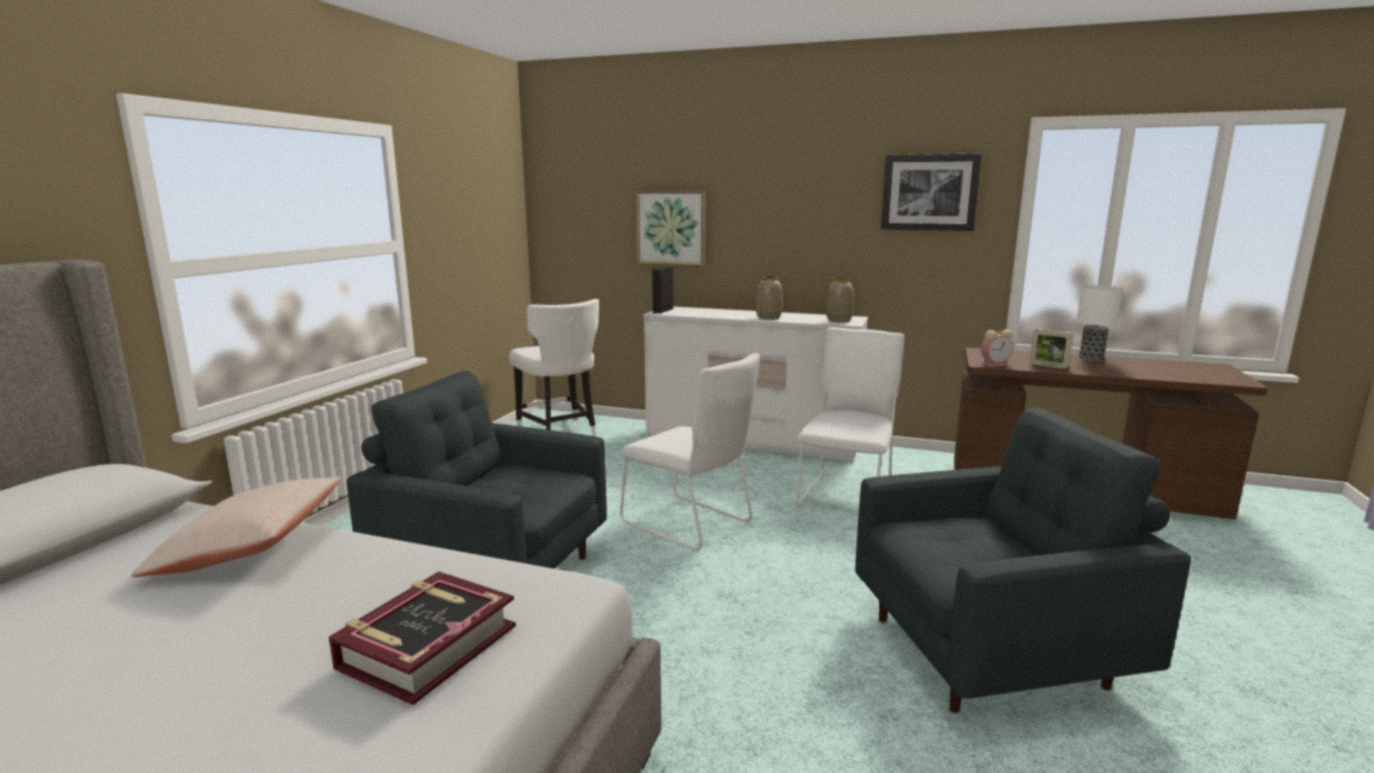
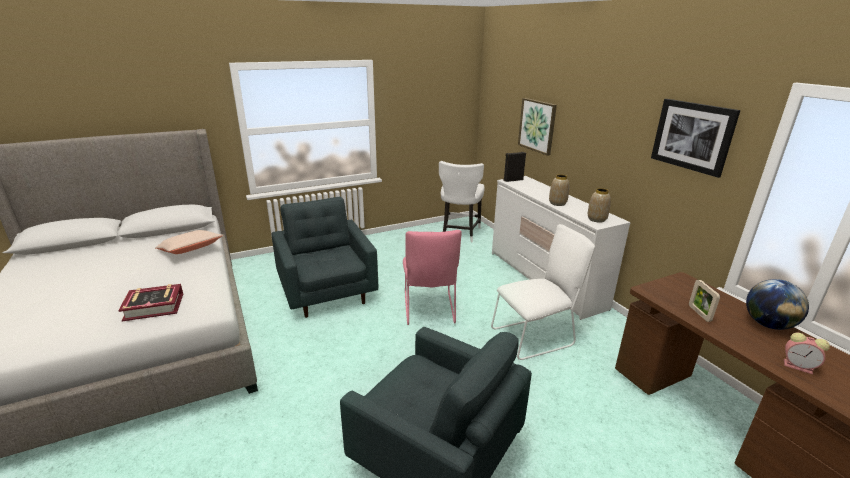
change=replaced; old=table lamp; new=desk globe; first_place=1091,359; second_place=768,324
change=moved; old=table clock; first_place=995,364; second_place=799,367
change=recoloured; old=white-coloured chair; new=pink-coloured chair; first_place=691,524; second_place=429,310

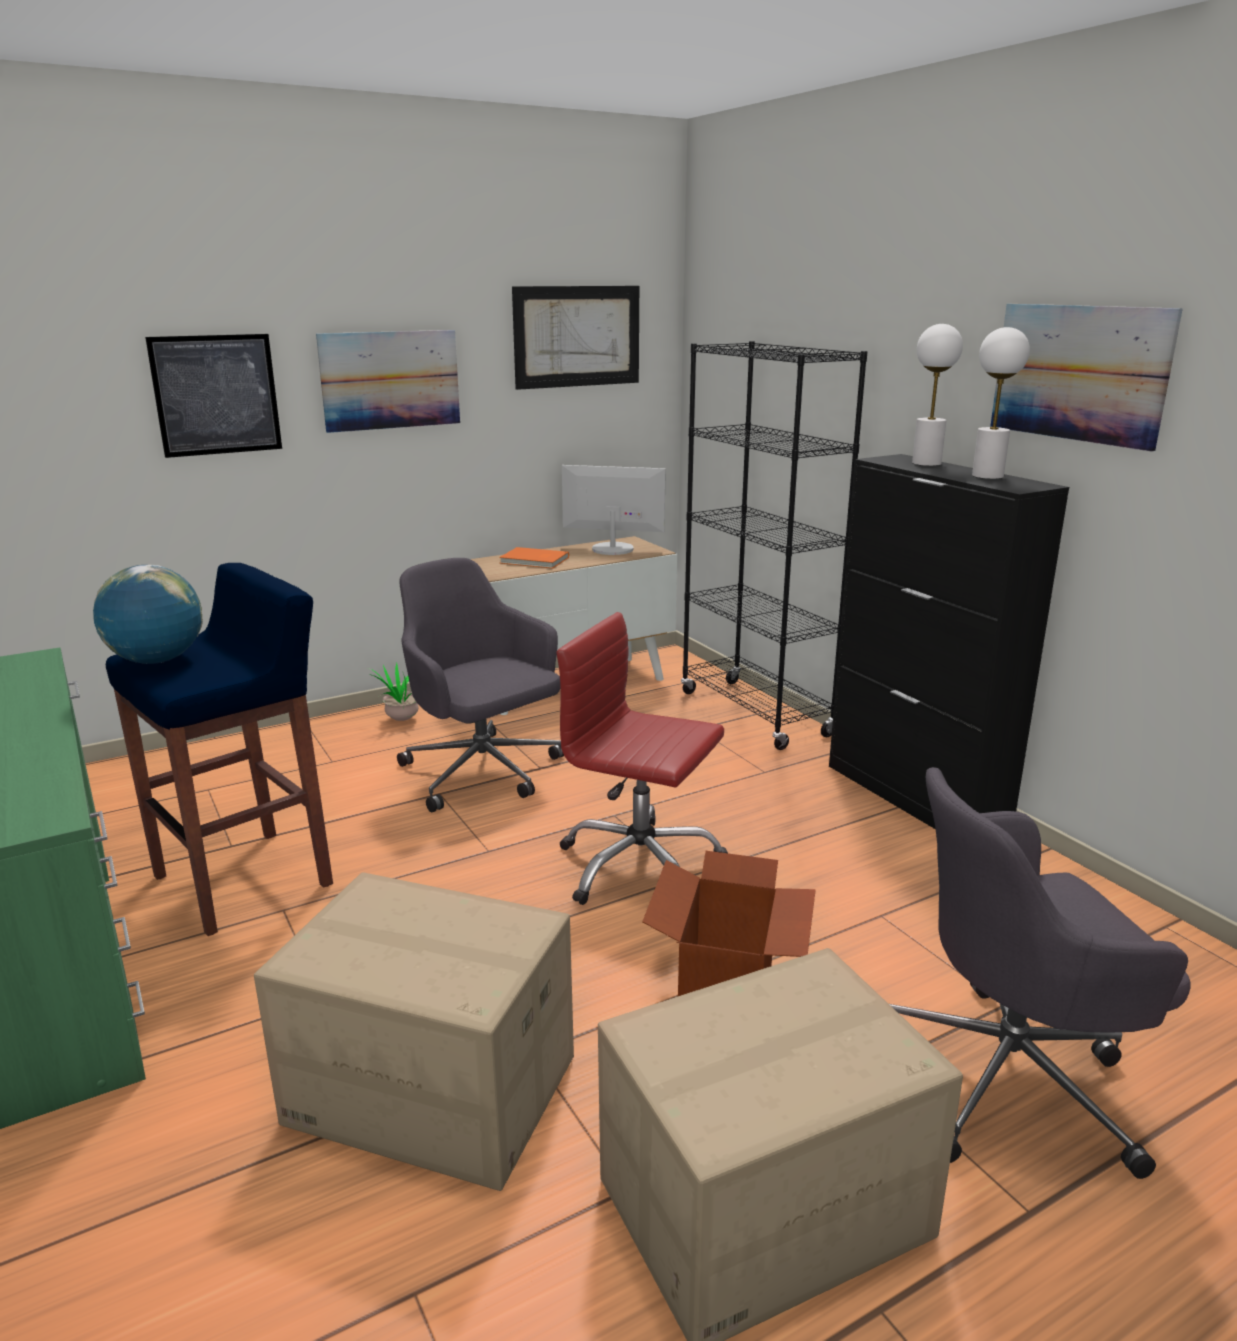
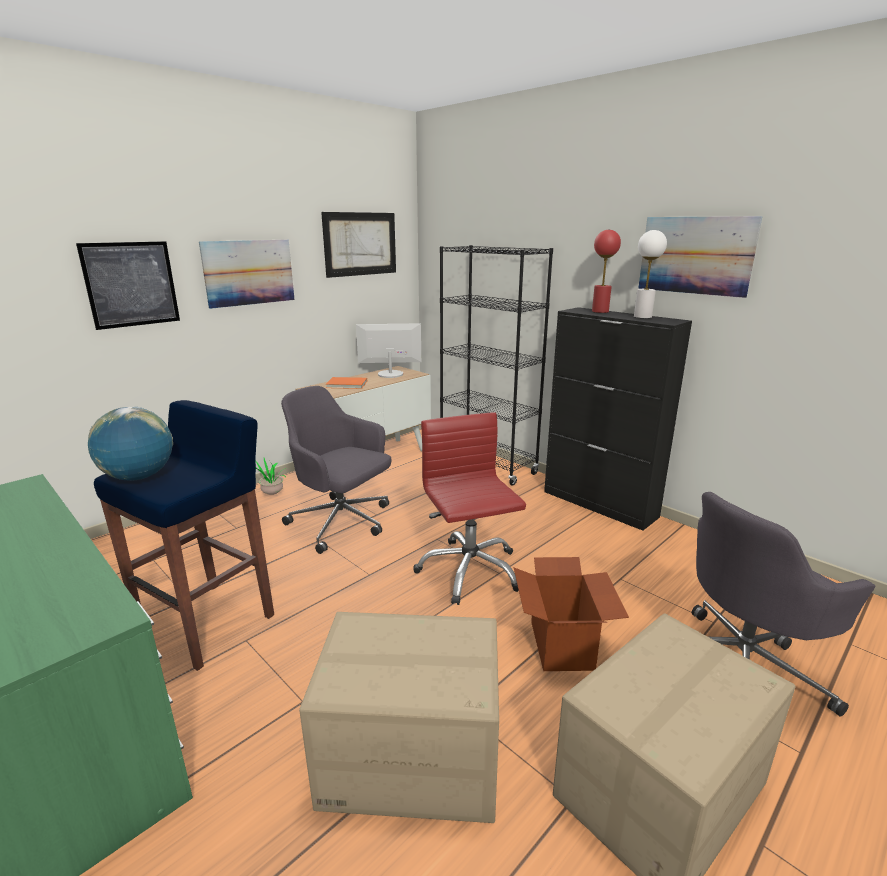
change=recoloured; old=white-coloured table lamp; new=red table lamp; first_place=926,463; second_place=600,311
change=turned; old=red office chair; first_place=639,867; second_place=469,570; degrees=60

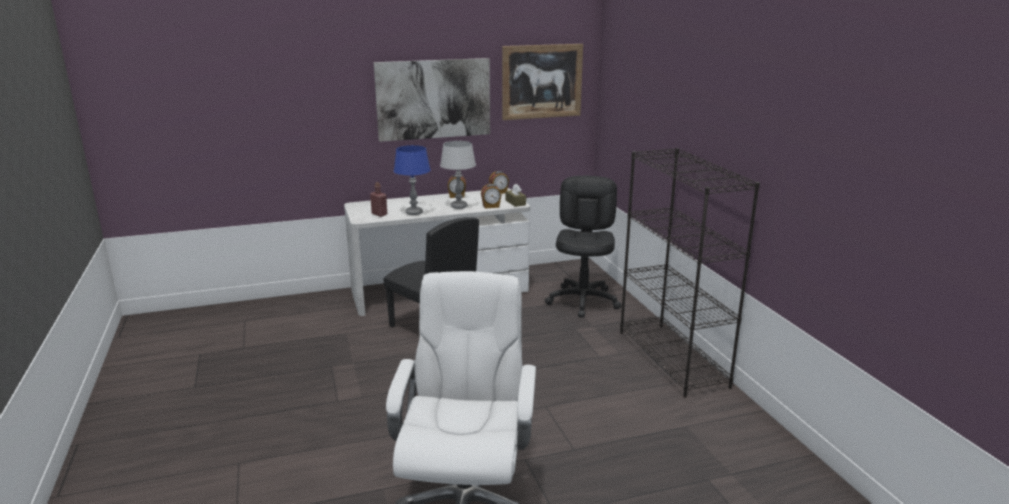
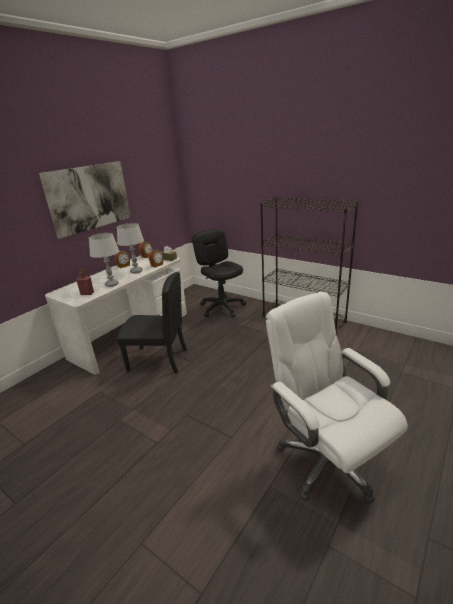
change=removed; old=wall art; first_place=542,81
change=recoloured; old=bluish table lamp; new=grey table lamp; first_place=414,213; second_place=112,284

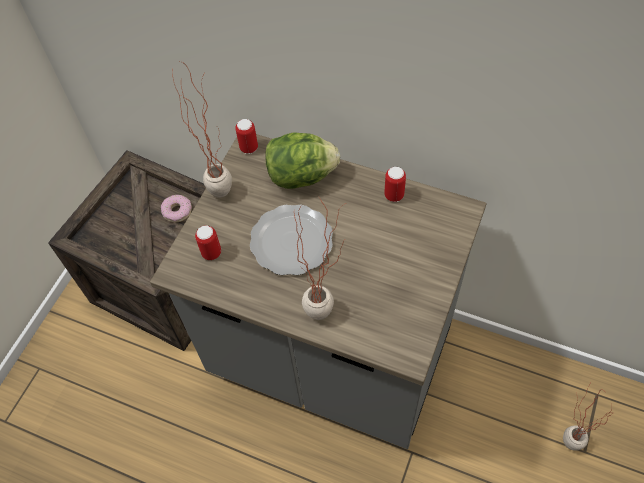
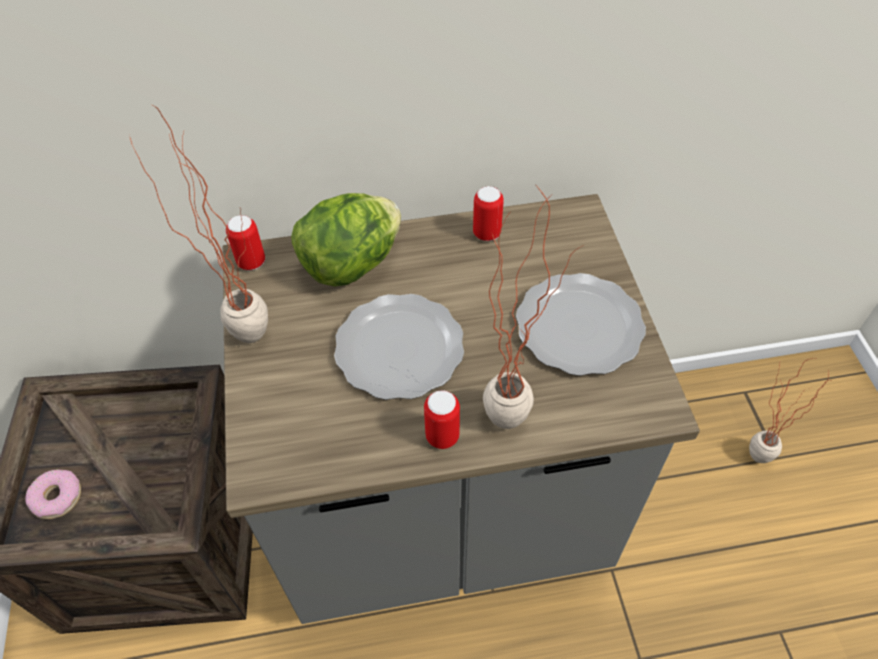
change=moved; old=donut; first_place=177,211; second_place=57,497
change=moved; old=sealed can; first_place=211,253; second_place=442,436
change=added; new=plate; second_place=578,328

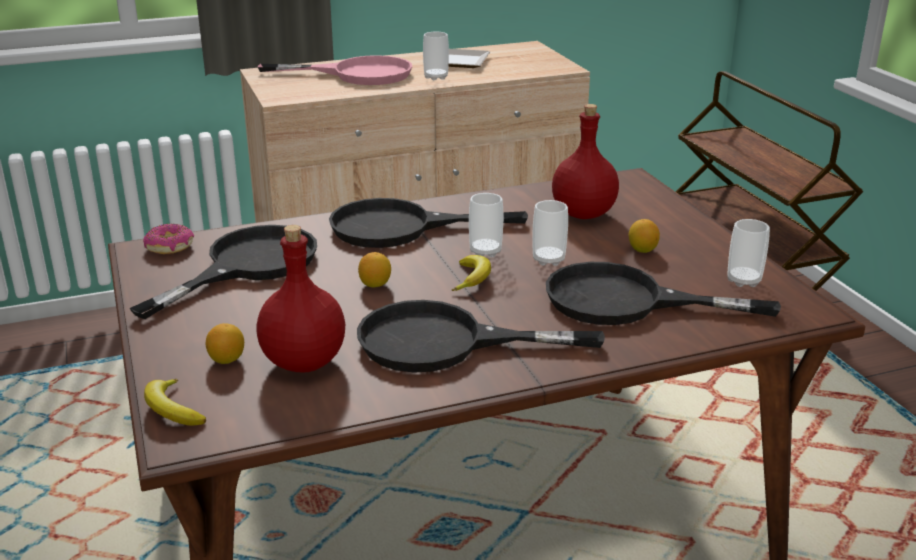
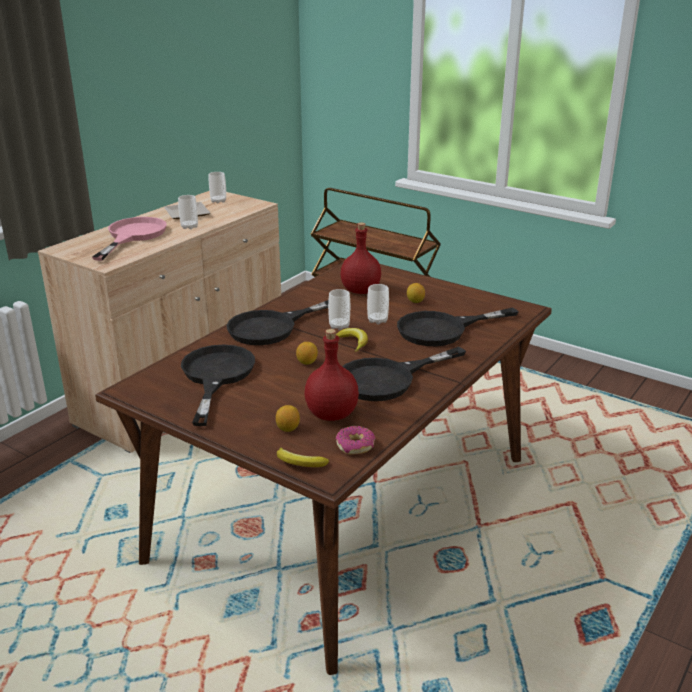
change=turned; old=pink-coloured frying pan; first_place=357,74; second_place=132,236; degrees=-45
change=moved; old=small cup; first_place=743,281; second_place=218,201
change=moved; old=donut; first_place=170,247; second_place=355,446

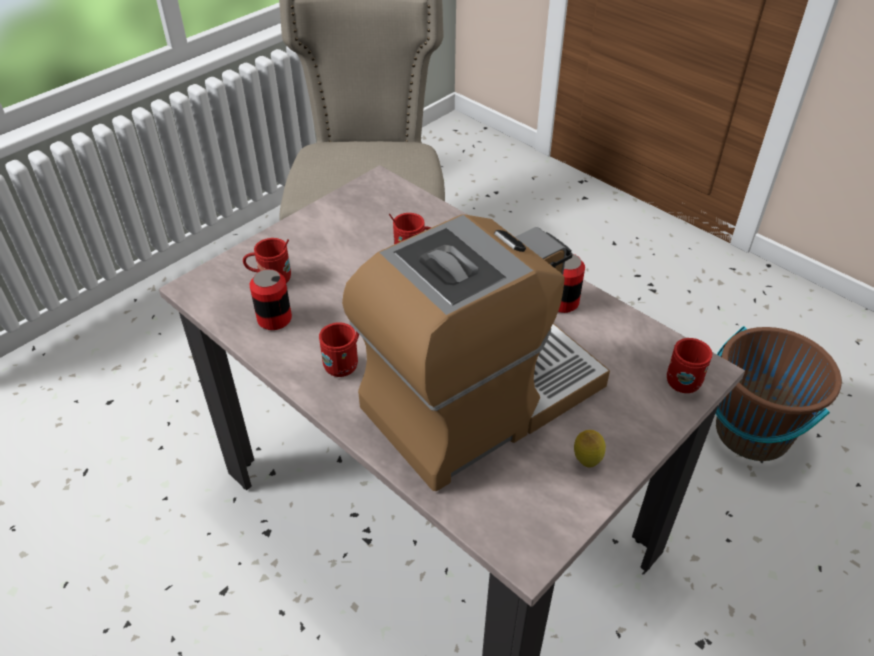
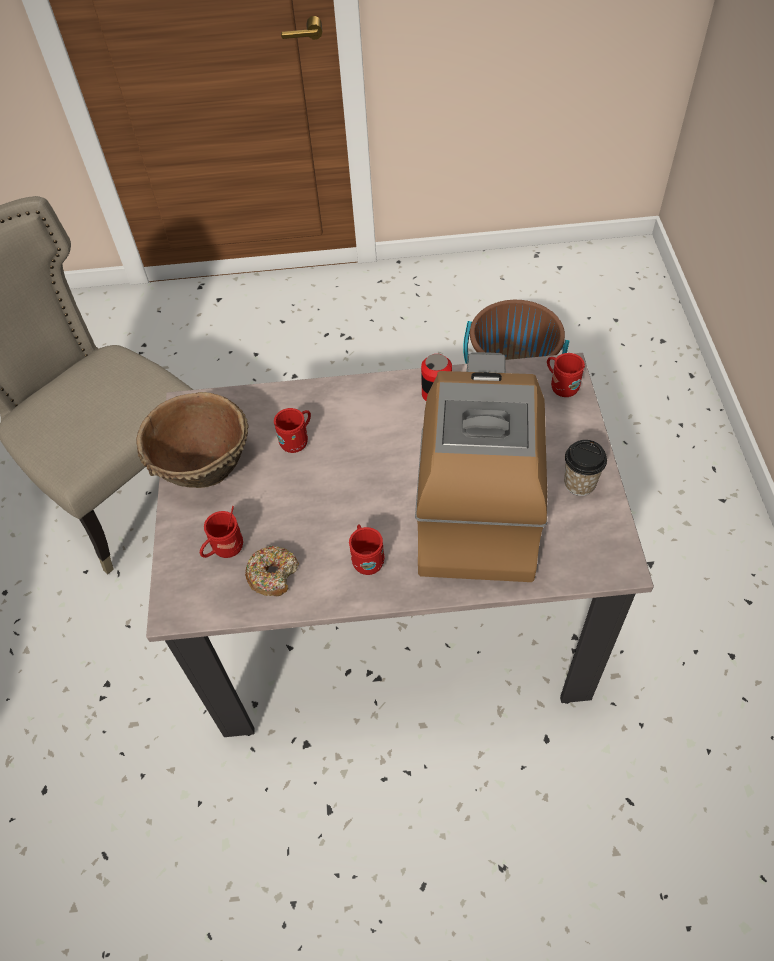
change=replaced; old=sealed can; new=donut; first_place=274,319; second_place=273,574
change=replaced; old=lemon; new=small cup; first_place=586,461; second_place=579,483
change=added; new=brown-coloured bowl; second_place=203,468

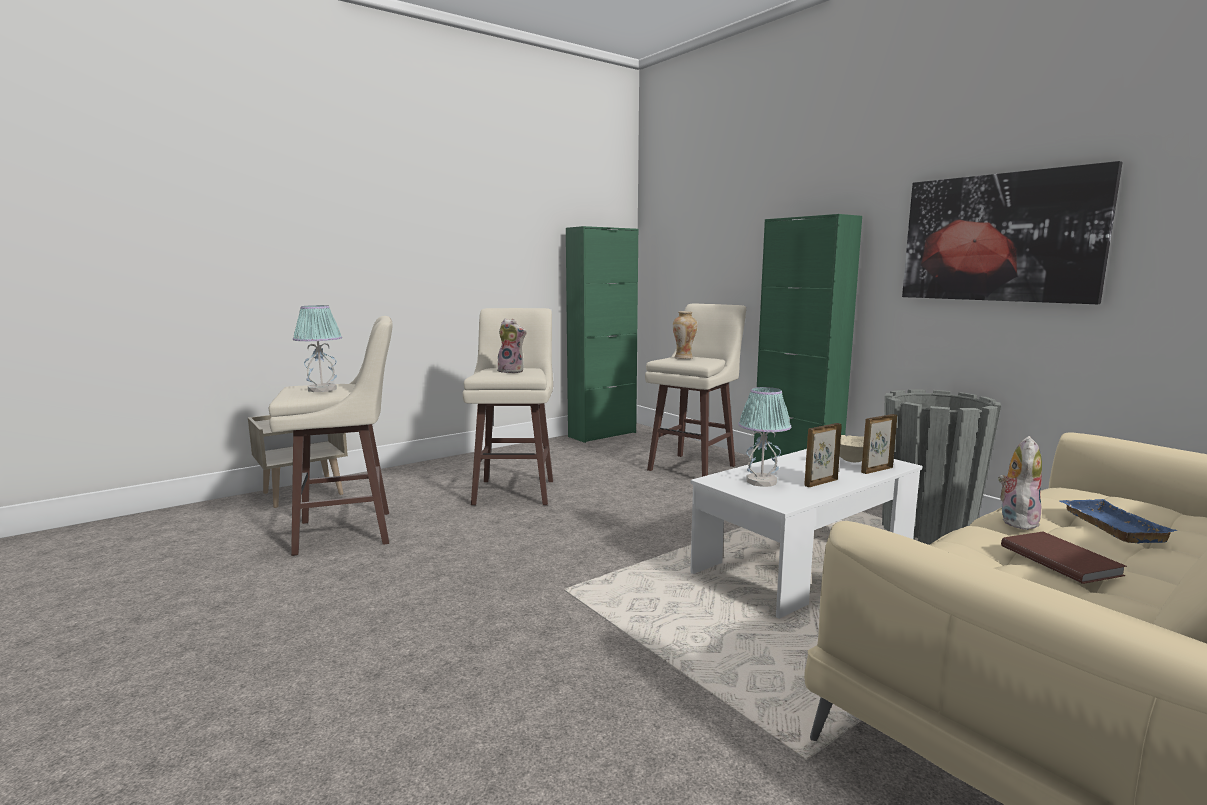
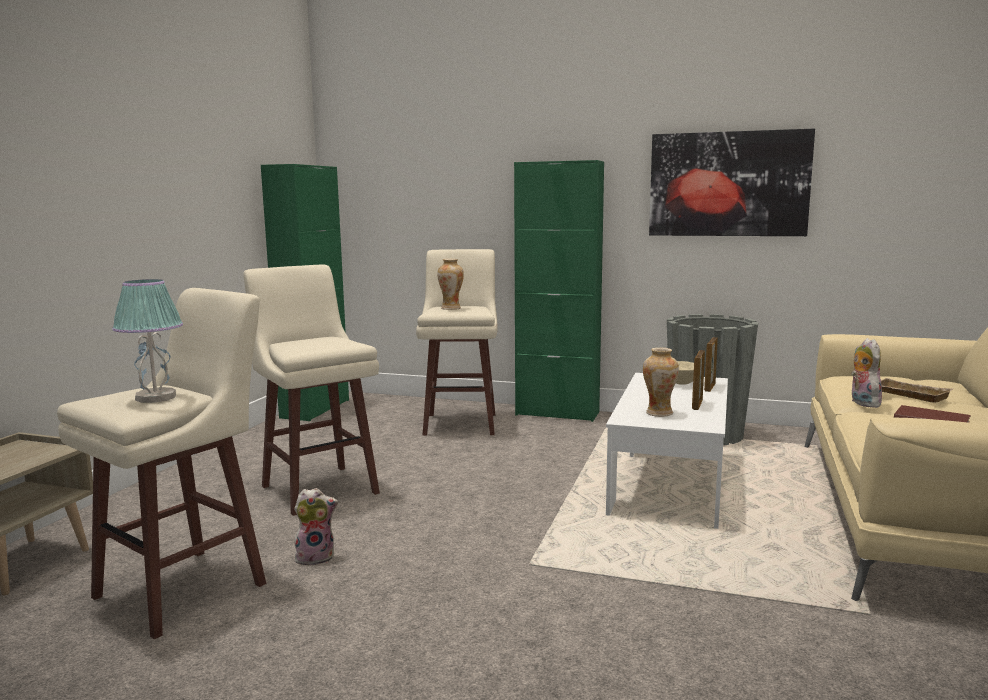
change=moved; old=plush toy; first_place=512,371; second_place=316,557
change=replaced; old=table lamp; new=flower vase; first_place=761,482; second_place=659,413
change=recoloured; old=bluish carrying tray; new=beige carrying tray; first_place=1108,526; second_place=908,395

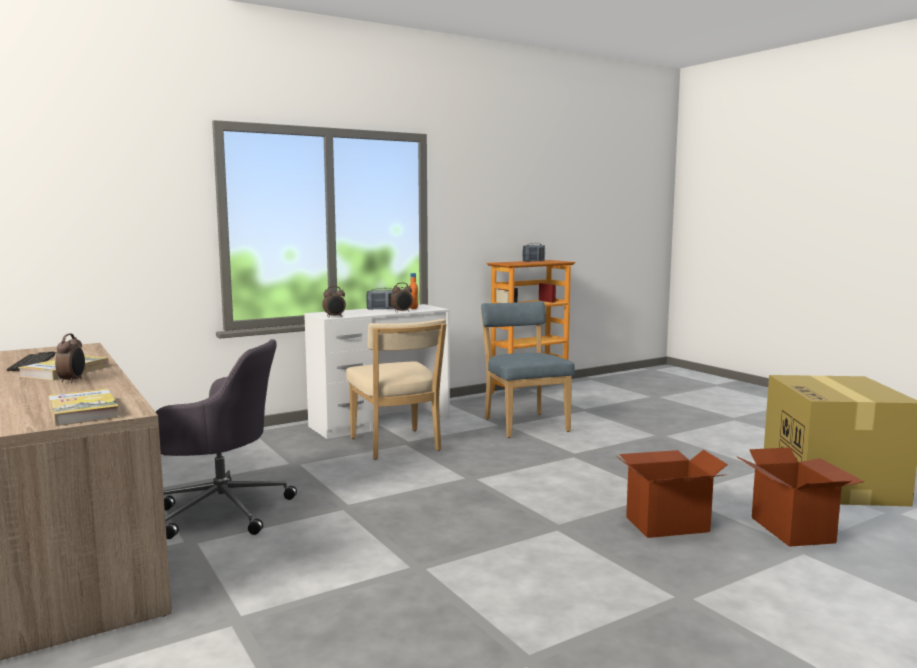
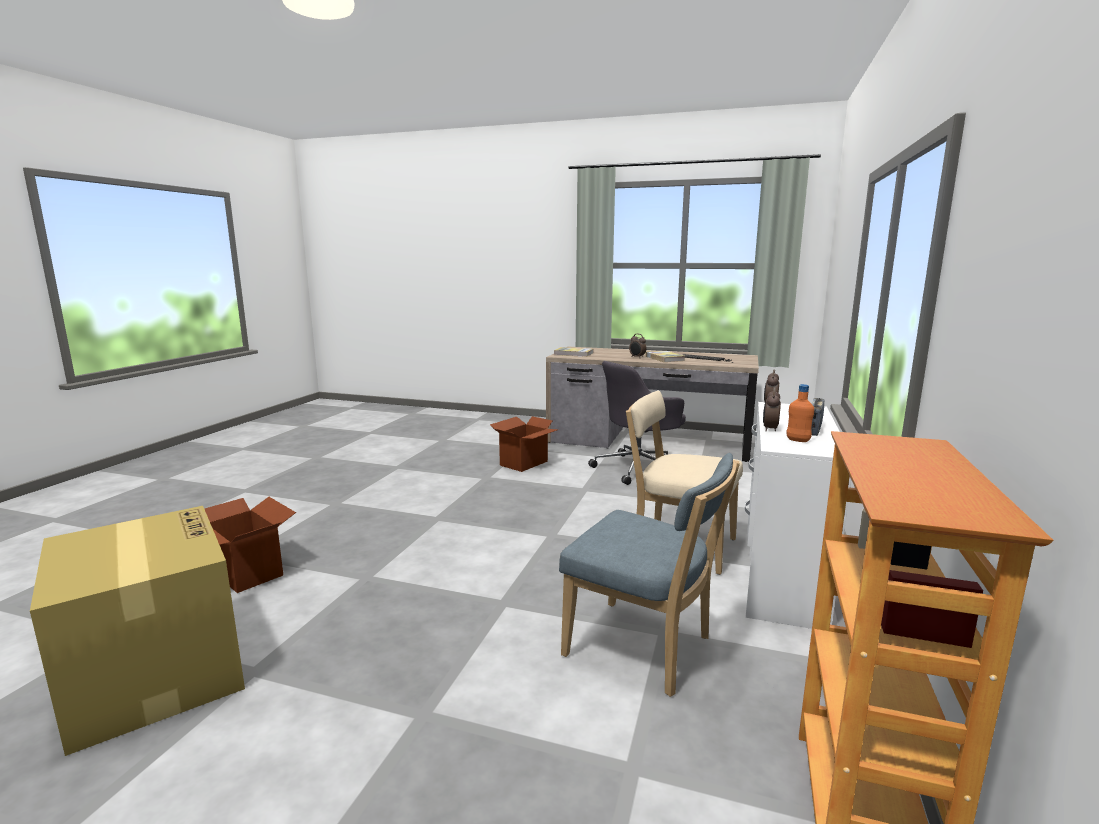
change=removed; old=radio; first_place=533,261
change=moved; old=packing box; first_place=666,524; second_place=524,463

